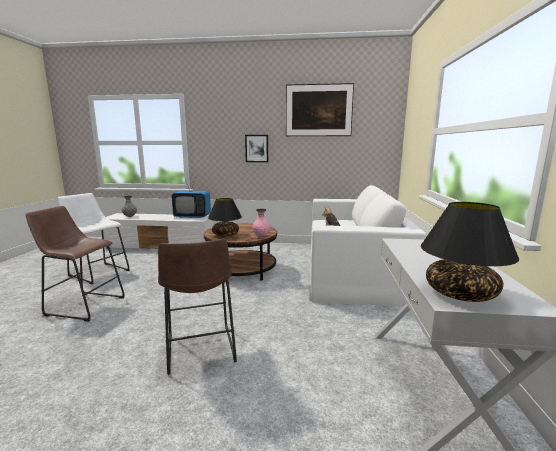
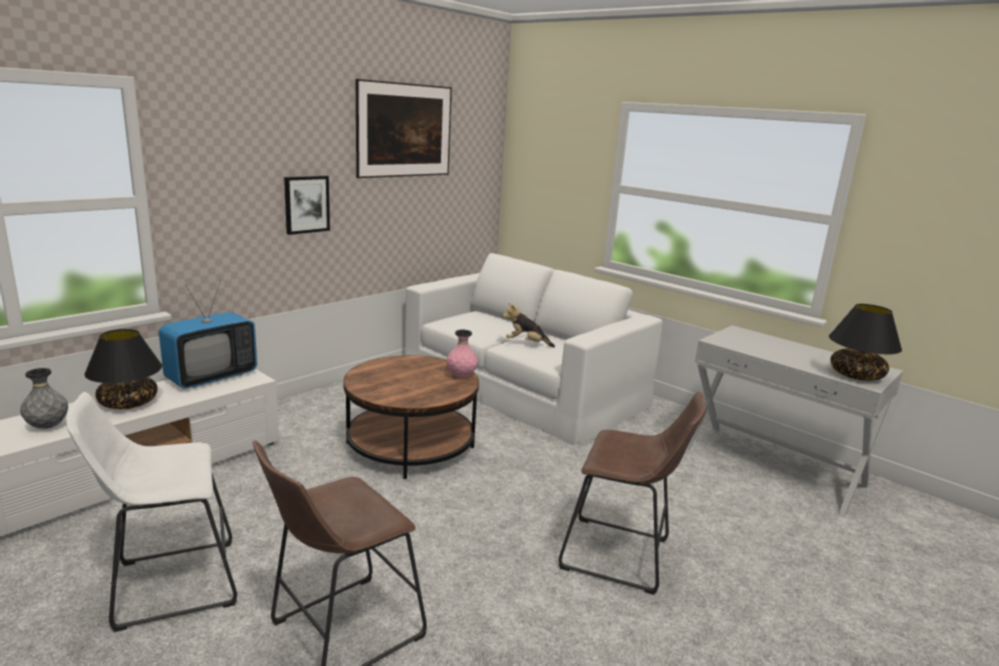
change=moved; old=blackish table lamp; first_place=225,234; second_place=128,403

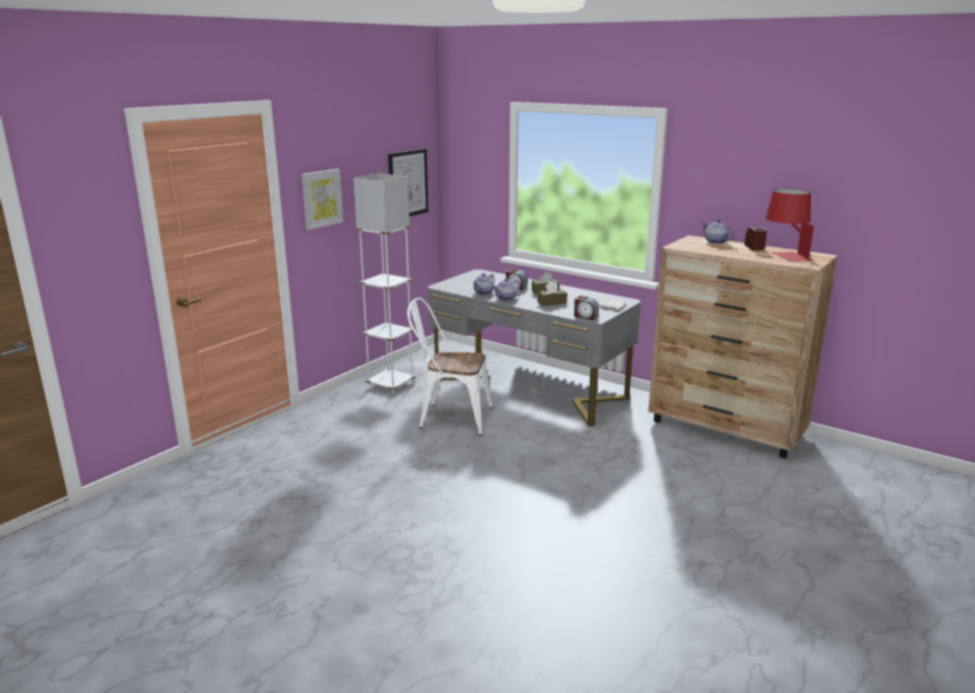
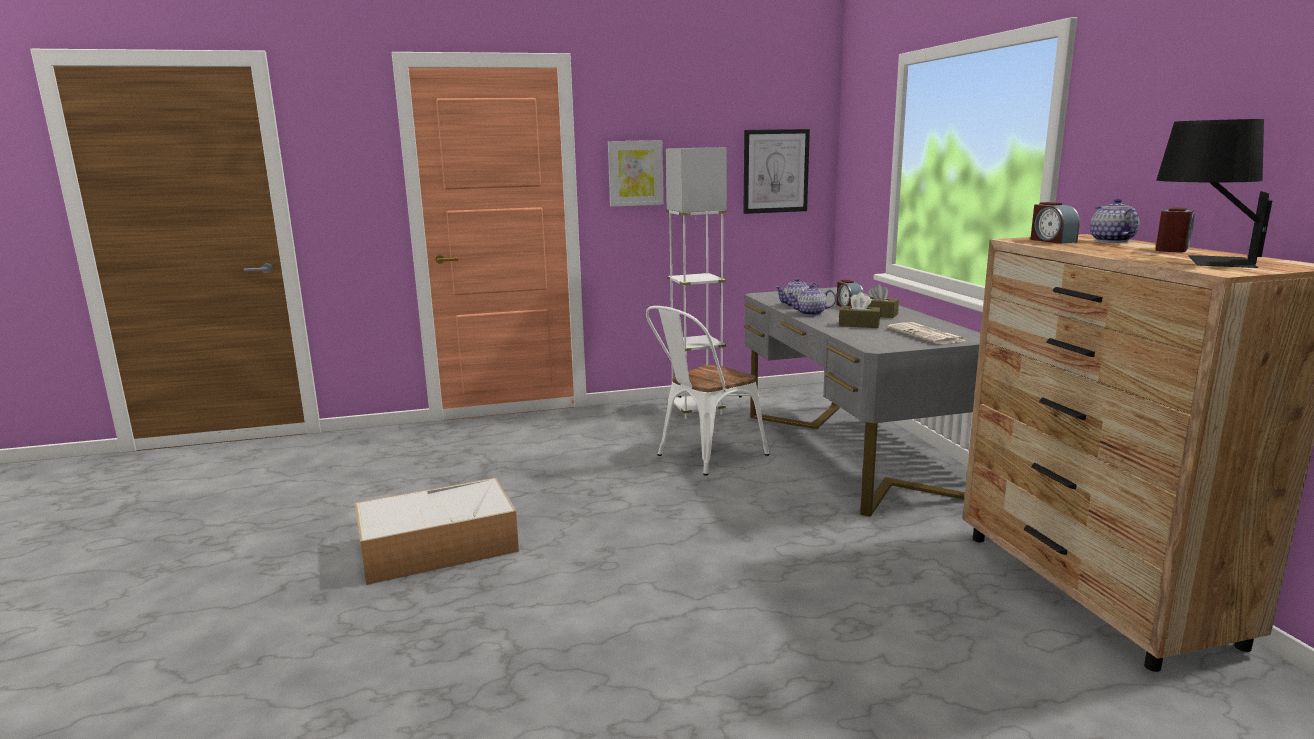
change=recoloured; old=red table lamp; new=blackish table lamp; first_place=785,257; second_place=1201,260
change=moved; old=table clock; first_place=585,316; second_place=1052,240
change=turned; old=white-coloured chair; first_place=449,418; second_place=704,456; degrees=-90
change=added; new=storage container; second_place=440,546

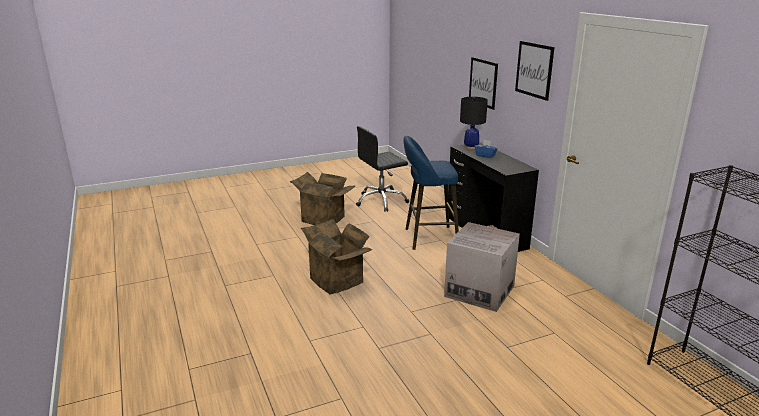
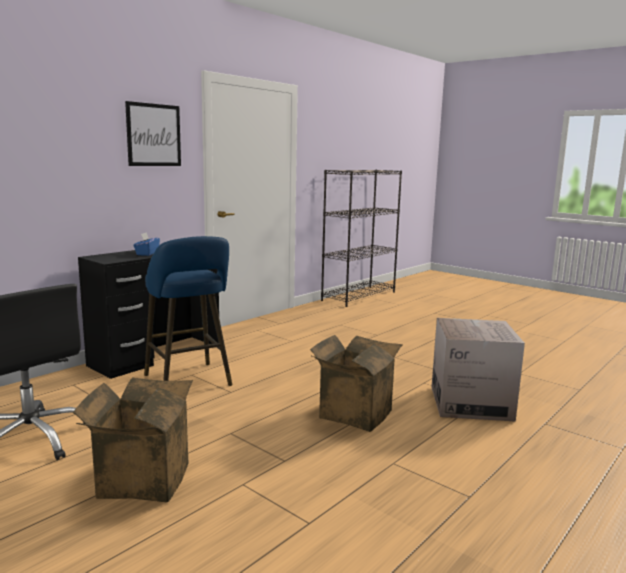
change=removed; old=wall art; first_place=483,82
change=removed; old=blackish table lamp; first_place=471,147
change=moved; old=packing box; first_place=479,291; second_place=470,403

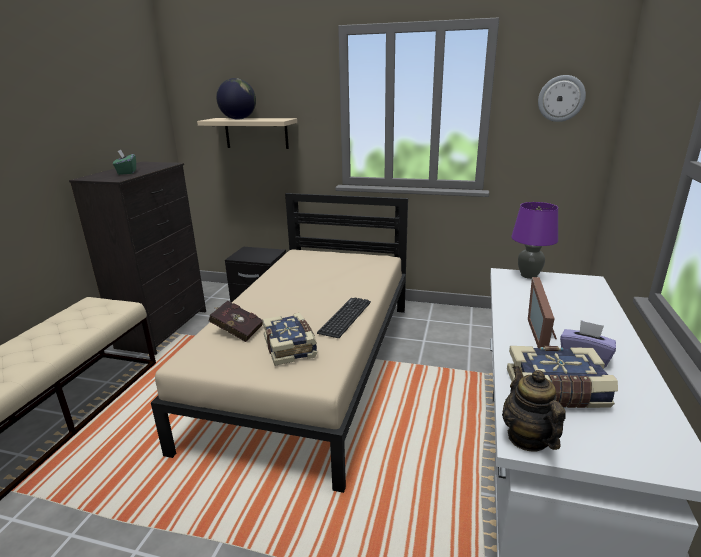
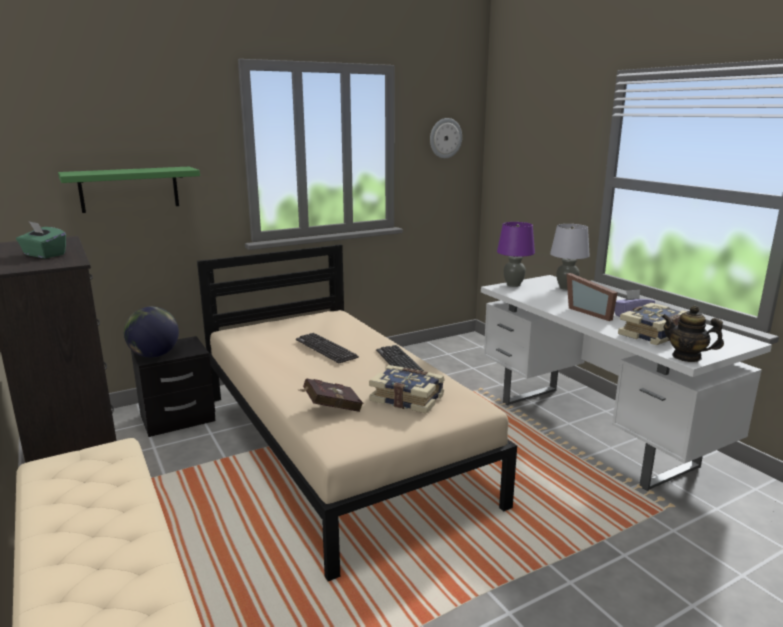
change=moved; old=desk globe; first_place=238,119; second_place=154,355
change=recoloured; old=beige wall shelf; new=greenish wall shelf; first_place=256,133; second_place=129,189
change=added; new=grey table lamp; second_place=566,288
change=added; new=computer keyboard; second_place=326,348

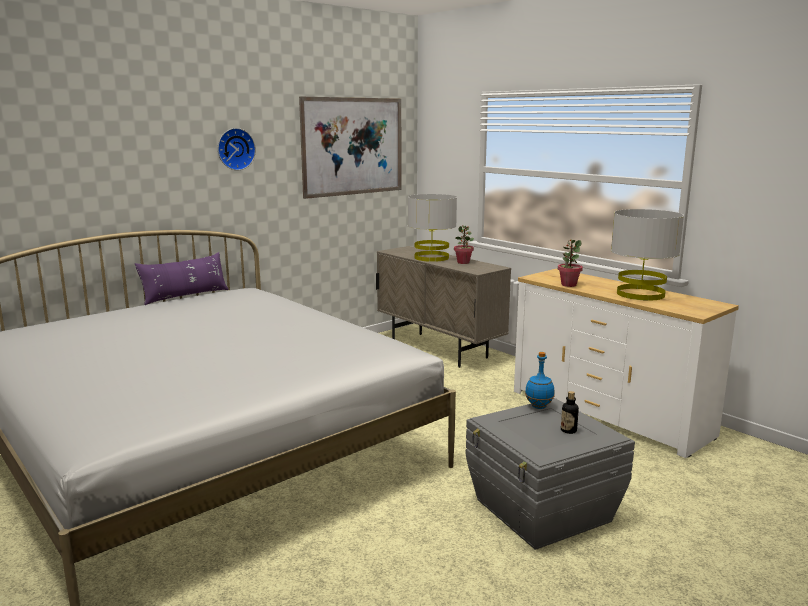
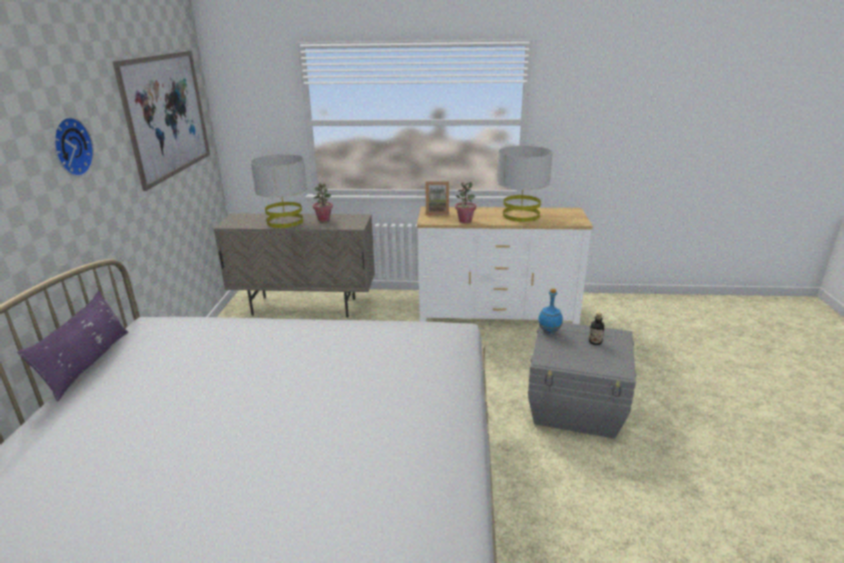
change=added; new=photo frame; second_place=437,212

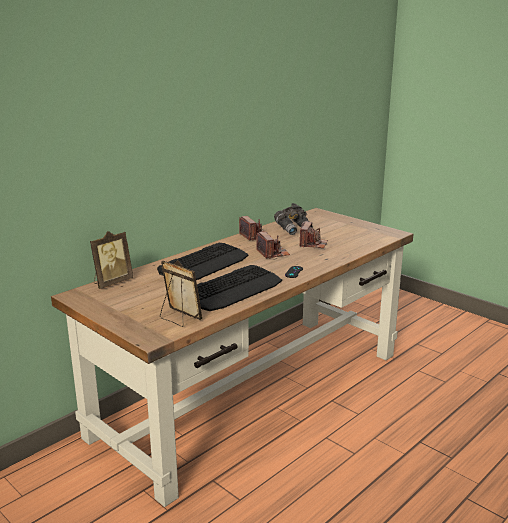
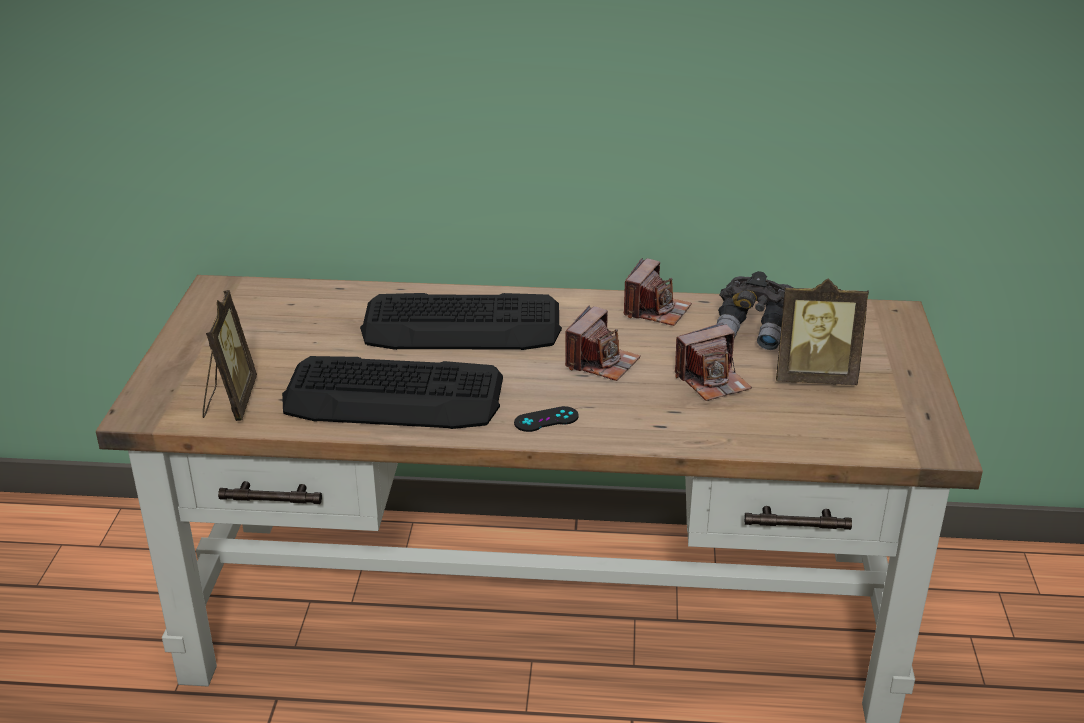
change=moved; old=photo frame; first_place=111,283; second_place=814,377

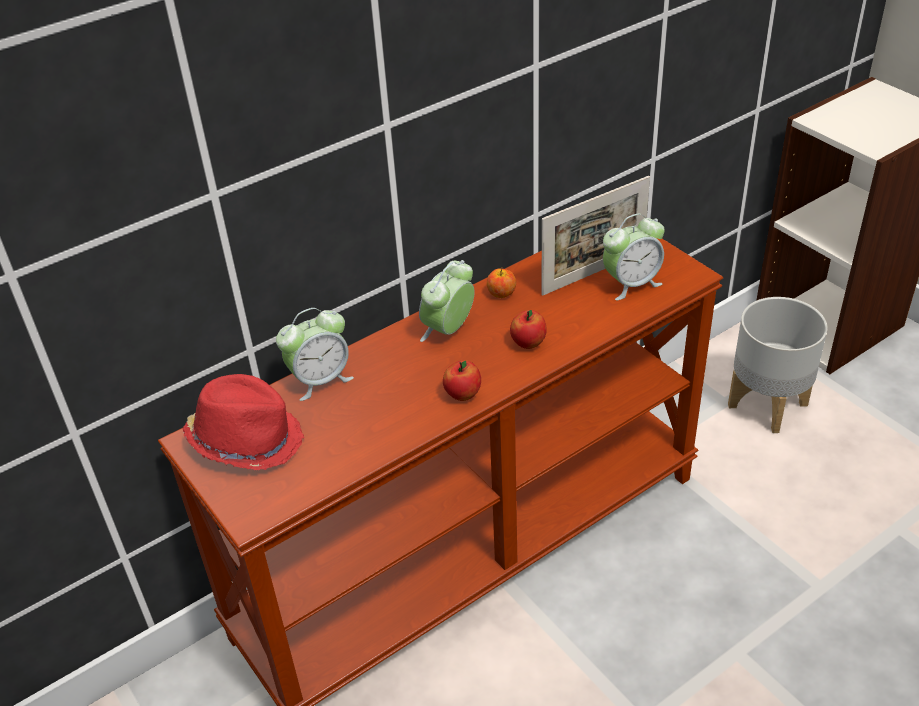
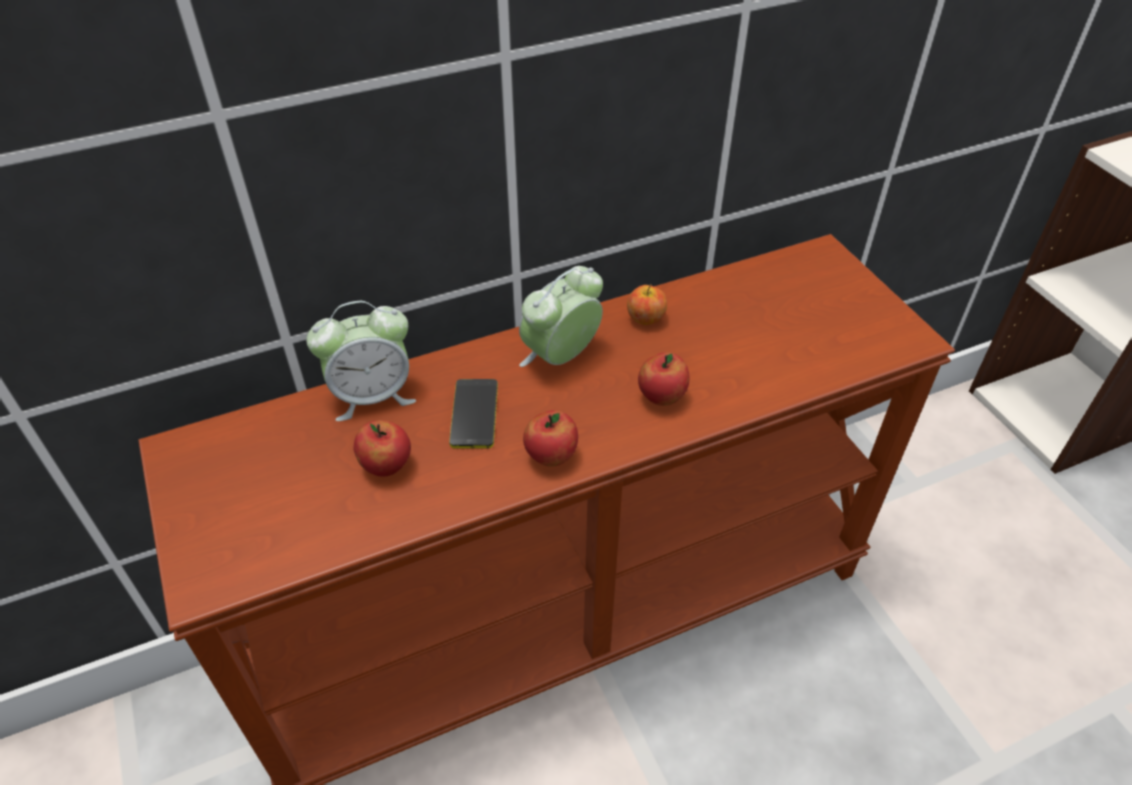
change=removed; old=photo frame; first_place=593,273
change=removed; old=table clock; first_place=631,284
change=removed; old=grey flower pot; first_place=767,405
change=removed; old=red wearable hat; first_place=247,439
change=added; new=telephone; second_place=474,414
change=added; new=apple; second_place=386,466

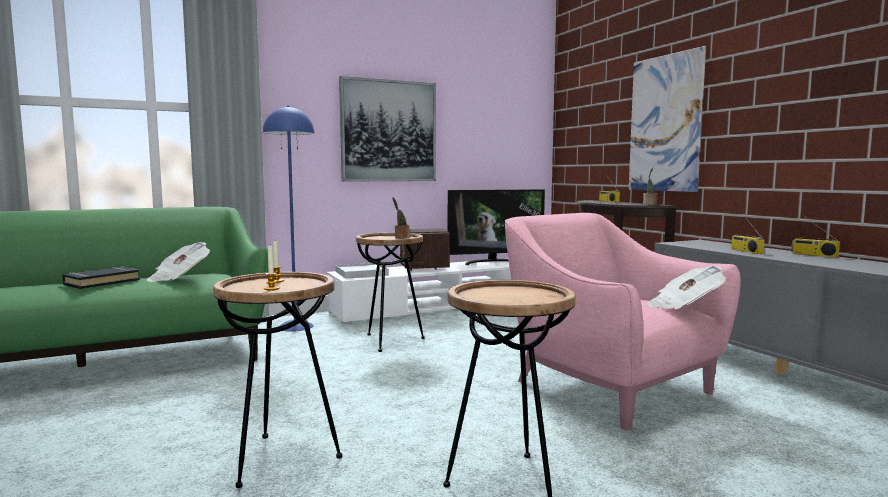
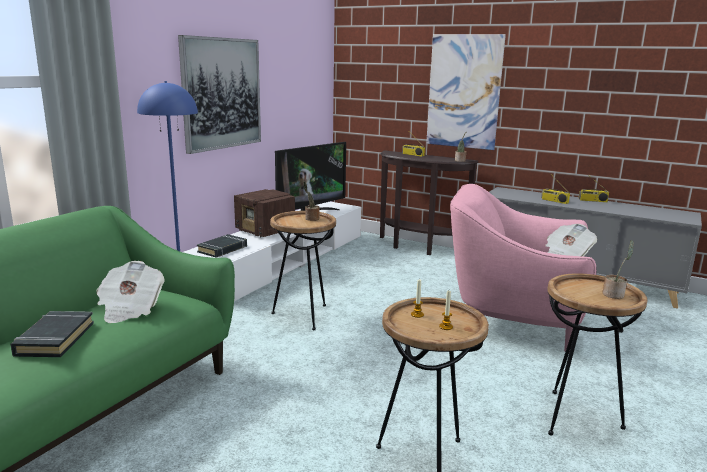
change=replaced; old=white-coloured carrying tray; new=blackish book; first_place=361,273; second_place=223,249
change=added; new=potted plant; second_place=614,294

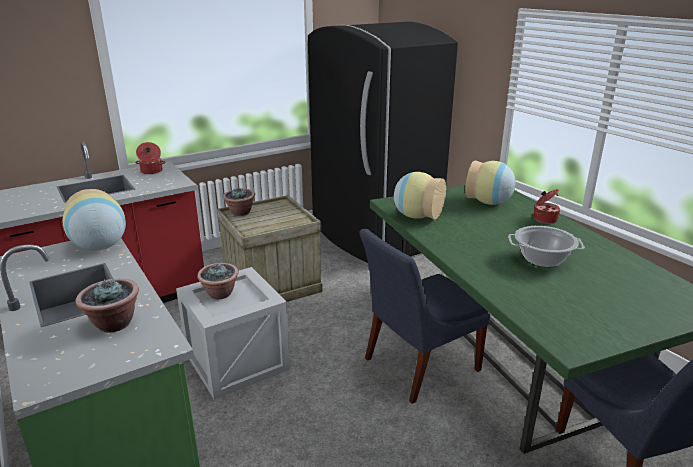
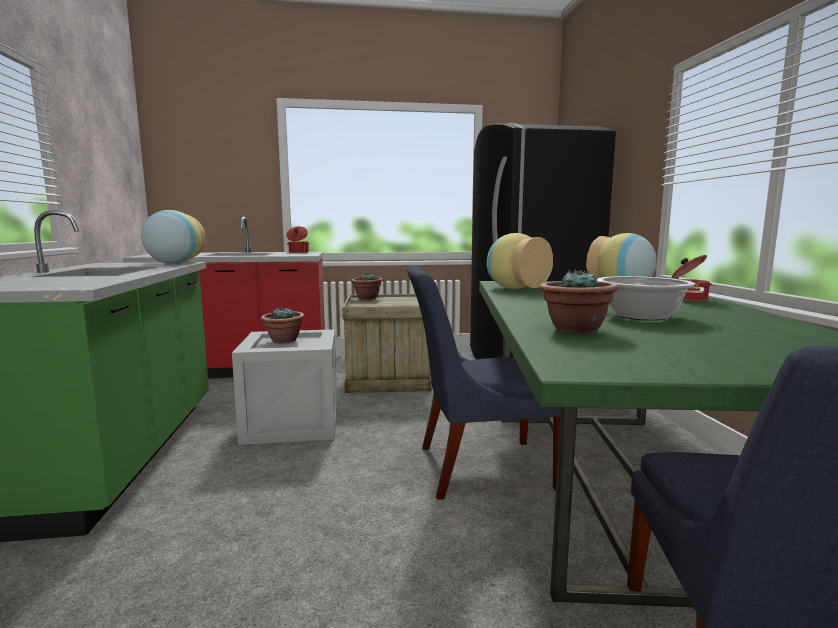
change=moved; old=potted plant; first_place=113,323; second_place=575,330

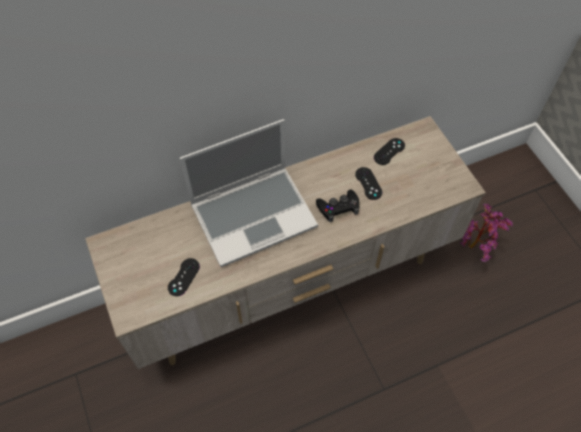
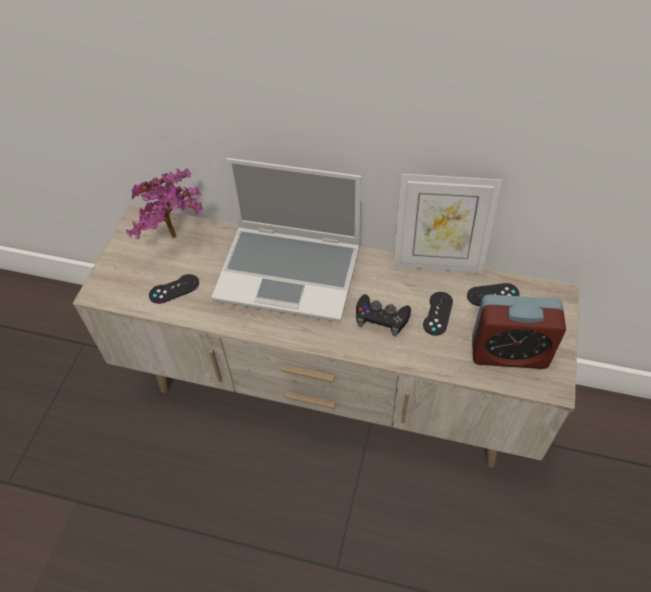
change=moved; old=potted plant; first_place=474,247; second_place=177,239
change=added; new=photo frame; second_place=437,262
change=added; new=table clock; second_place=509,353

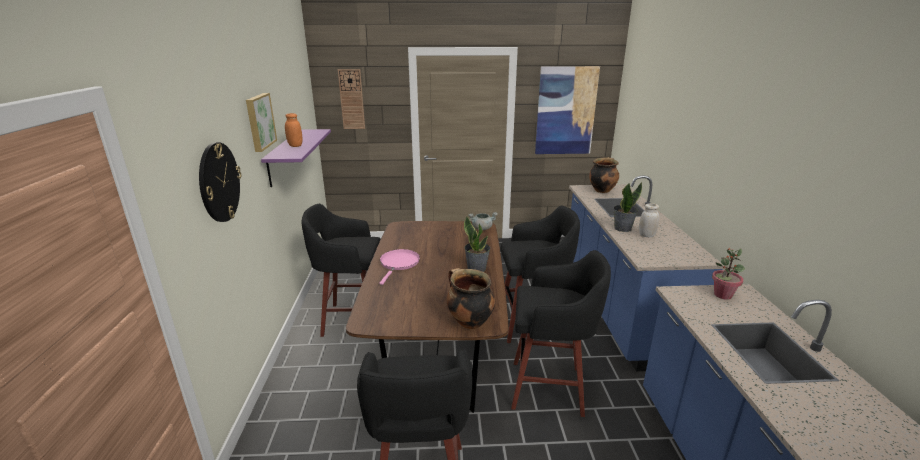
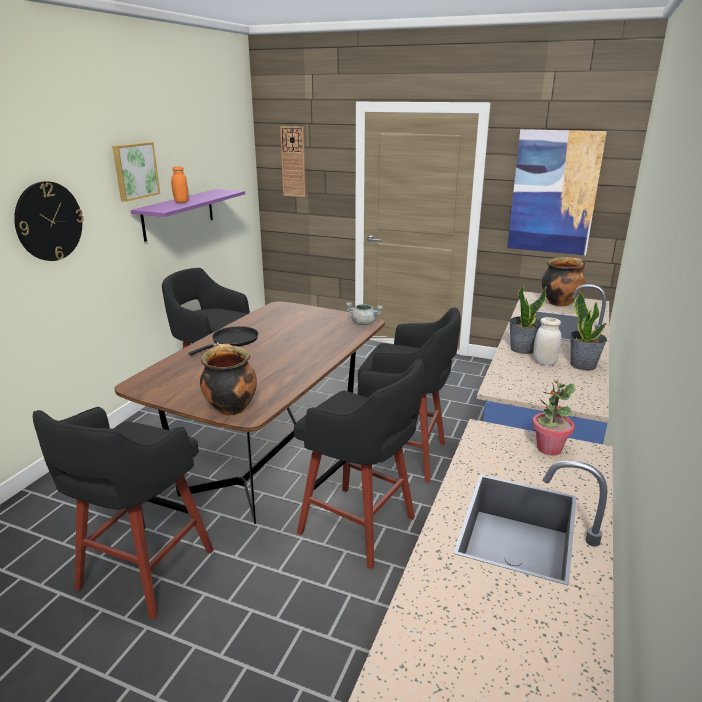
change=moved; old=potted plant; first_place=476,268; second_place=583,365
change=recoloured; old=pink-coloured frying pan; new=blackish frying pan; first_place=399,264; second_place=232,341

